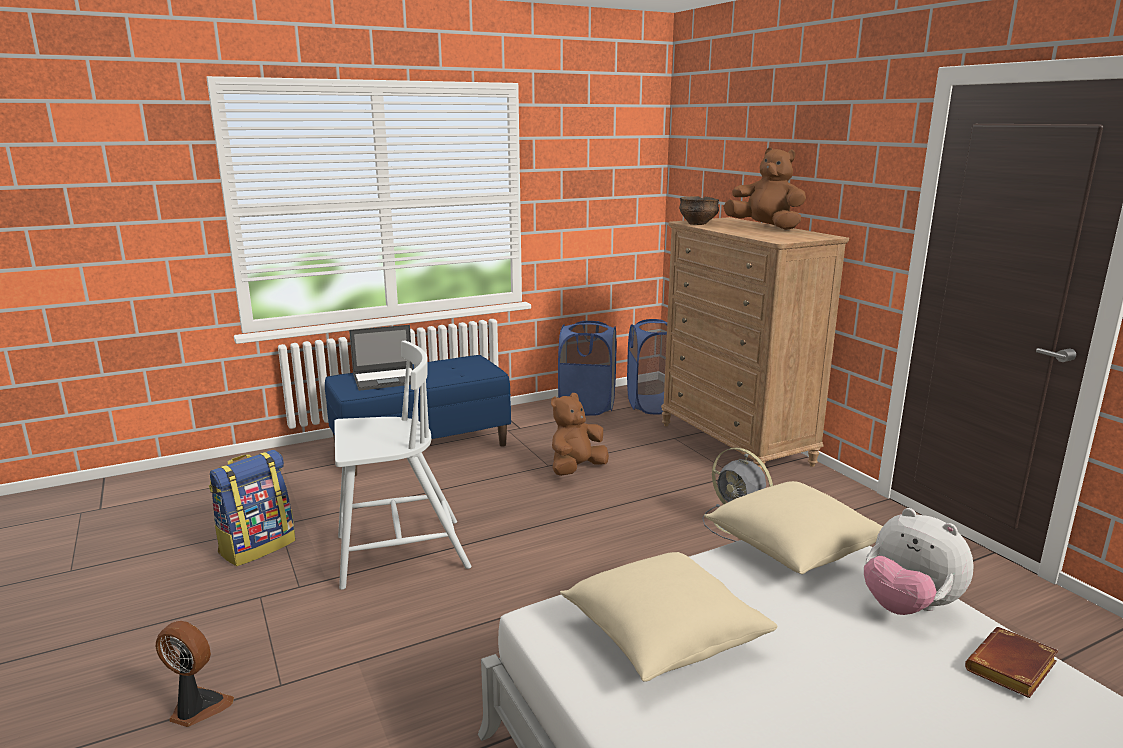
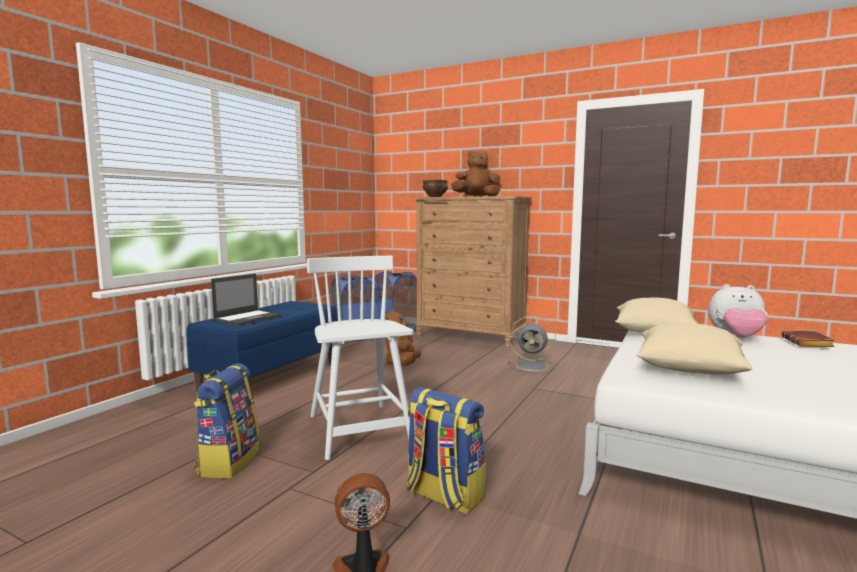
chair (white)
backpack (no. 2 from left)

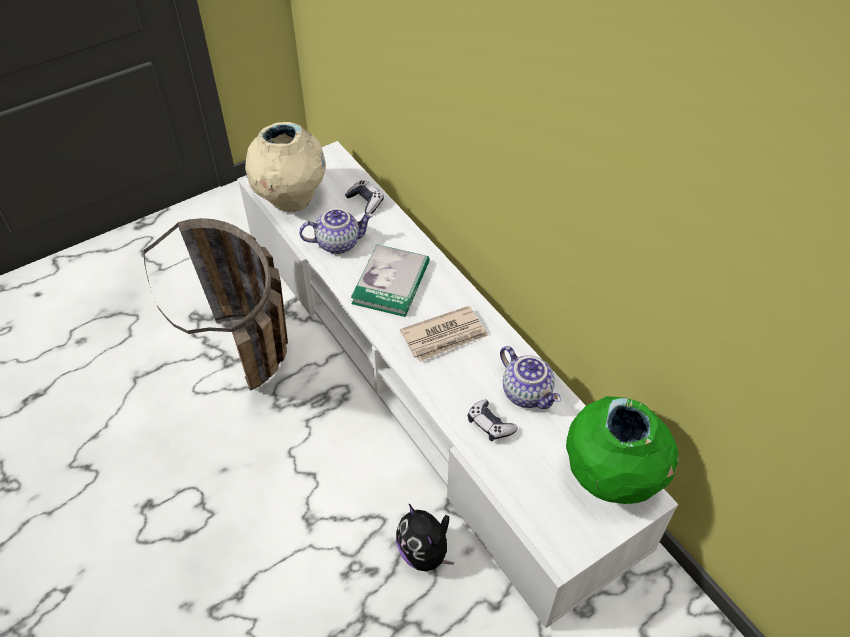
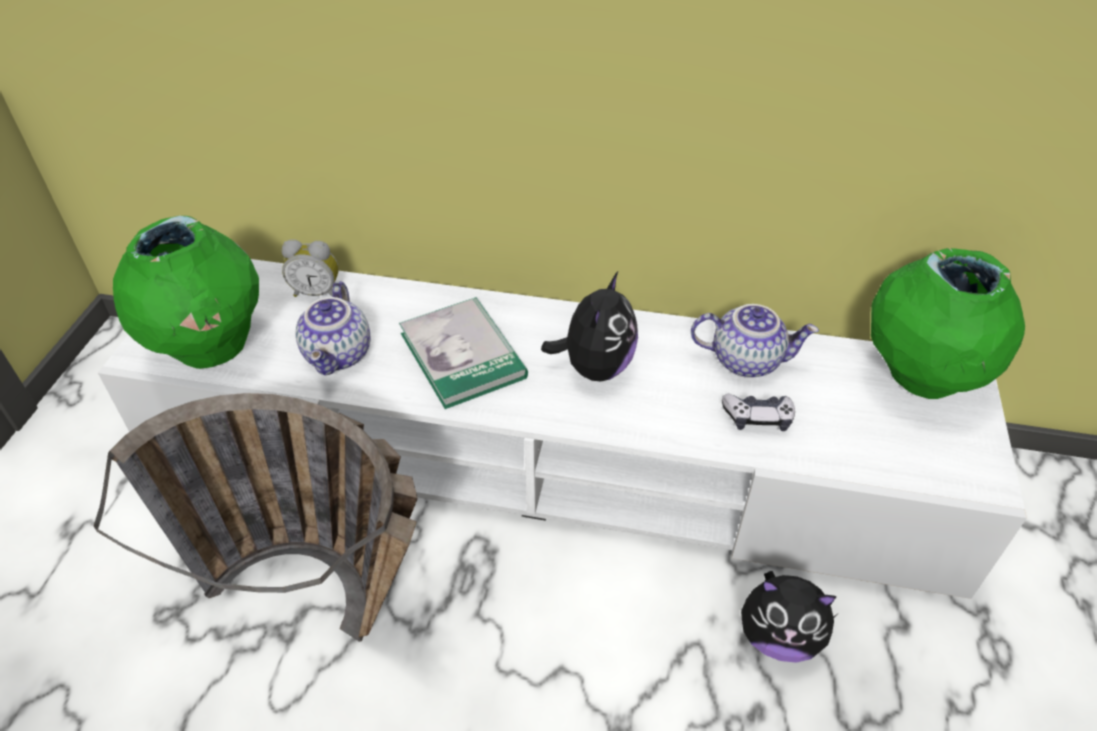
vase (green) (no. 1 from left)
teapot (no. 1 from left)
alarm clock
plush toy (no. 1 from left)

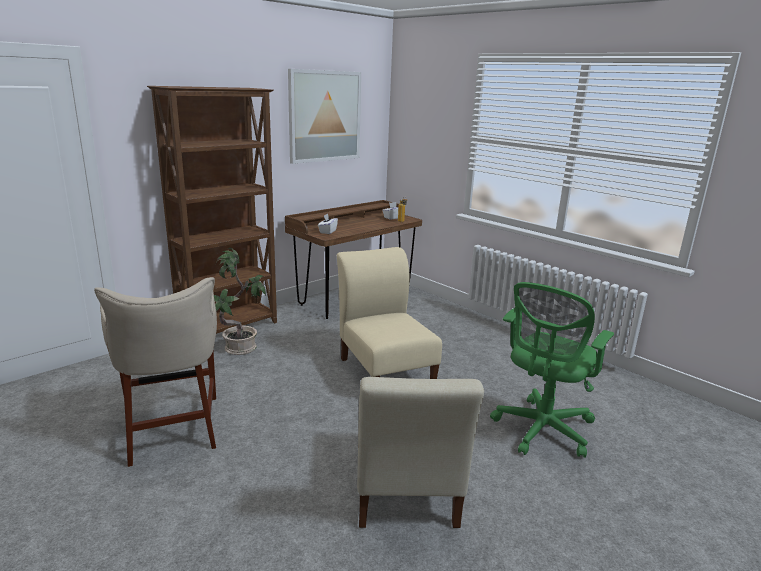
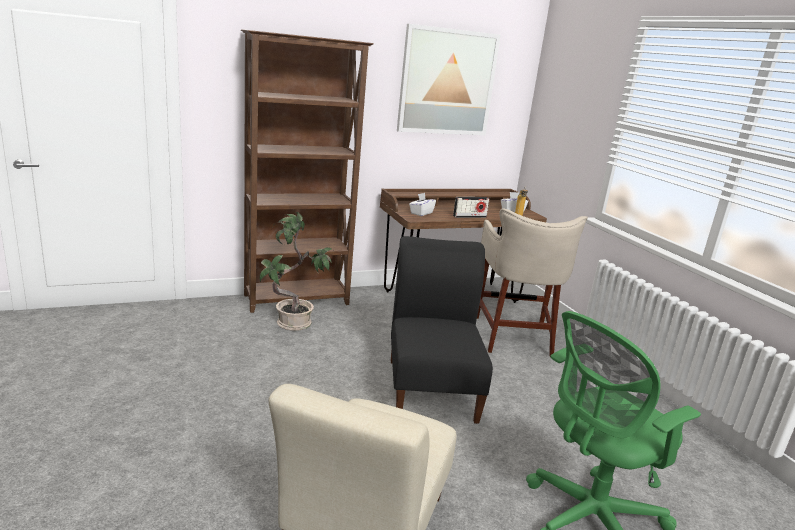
stool (beige)
chair (black)
radio

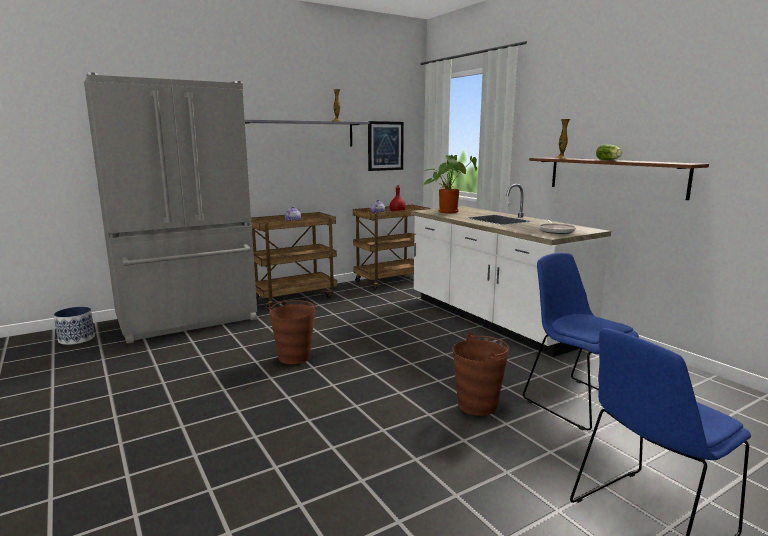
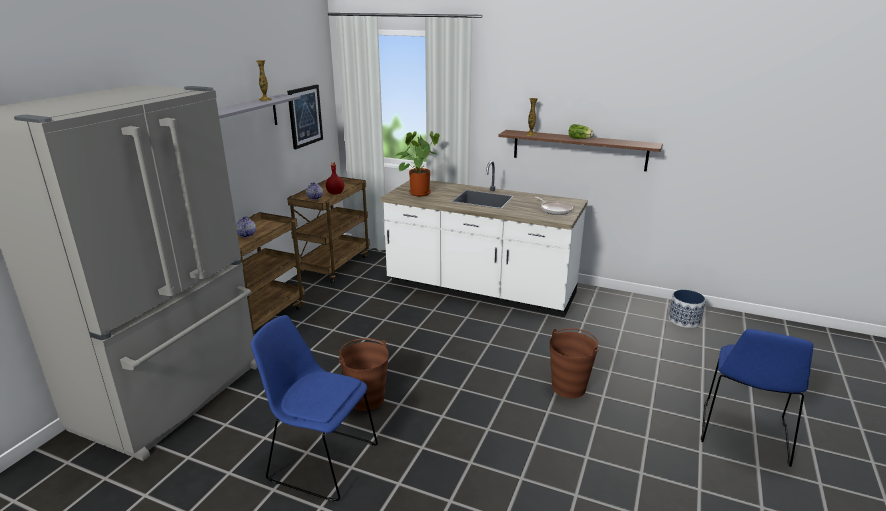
planter
chair (blue) (no. 1 from left)

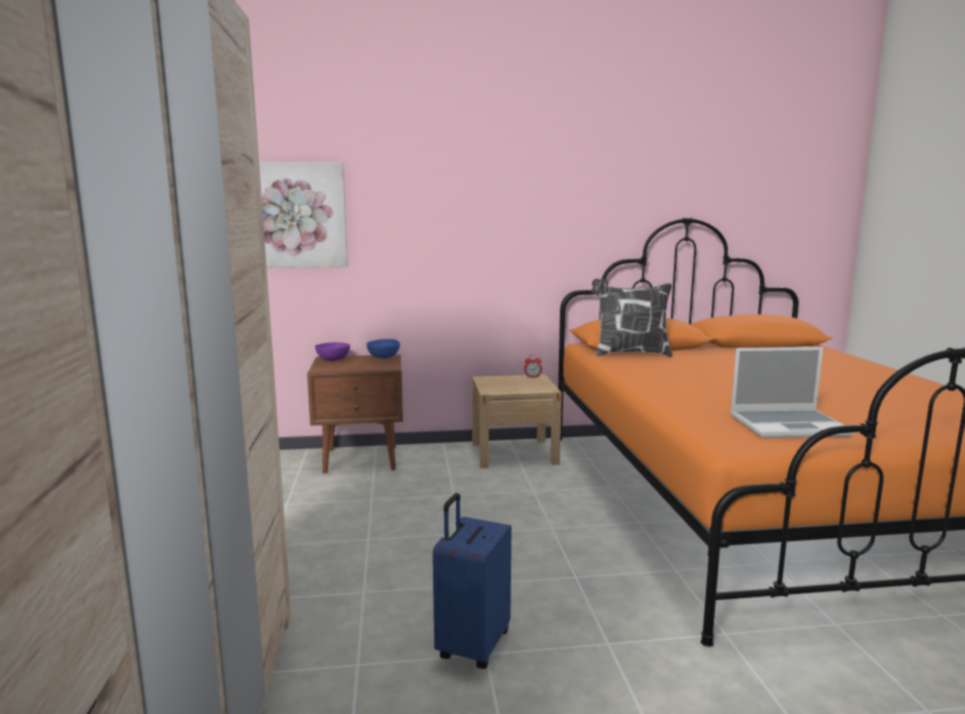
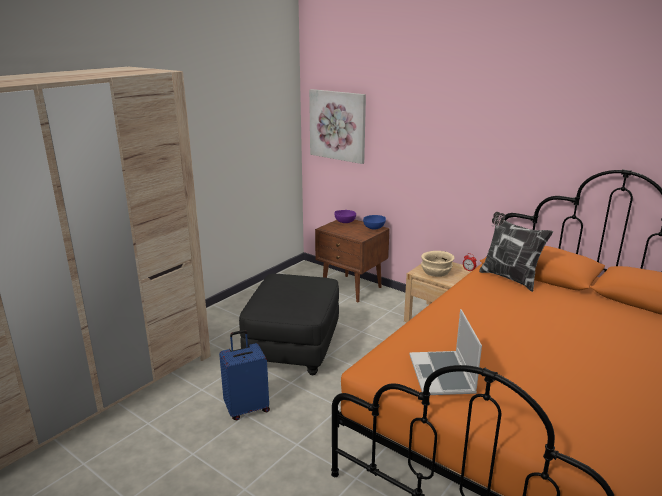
laptop
ottoman (black)
bowl (beige)

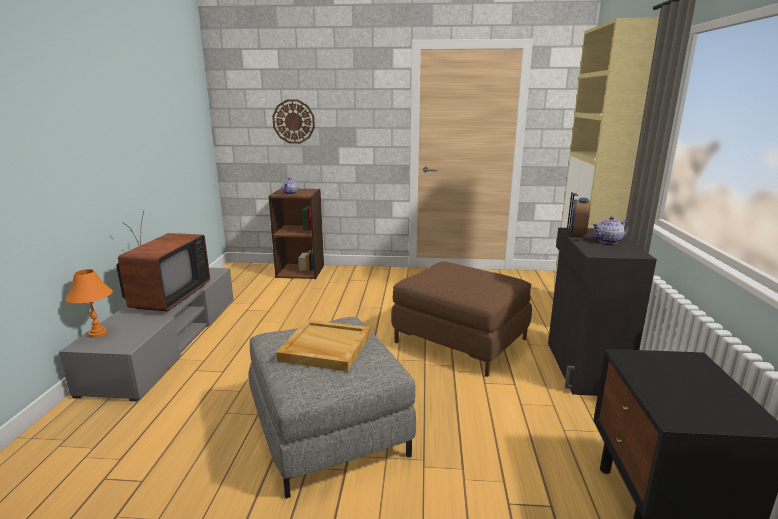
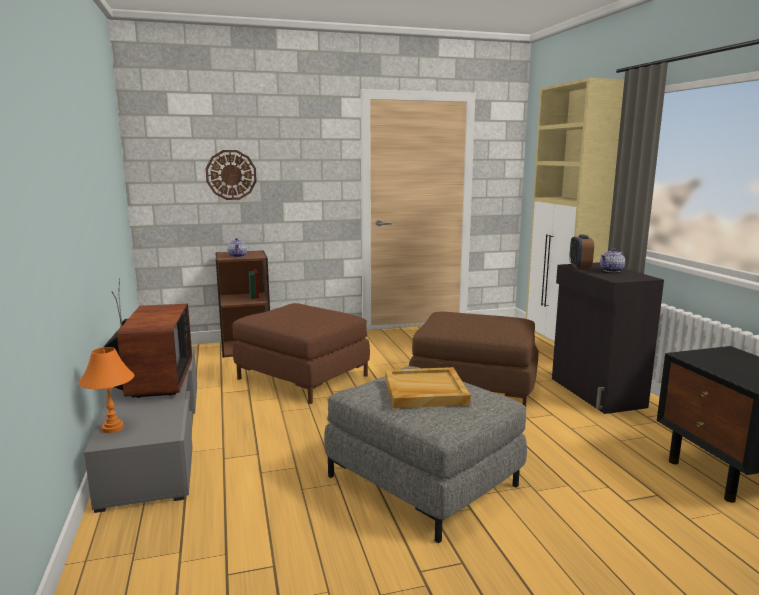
ottoman (brown) (no. 1 from left)

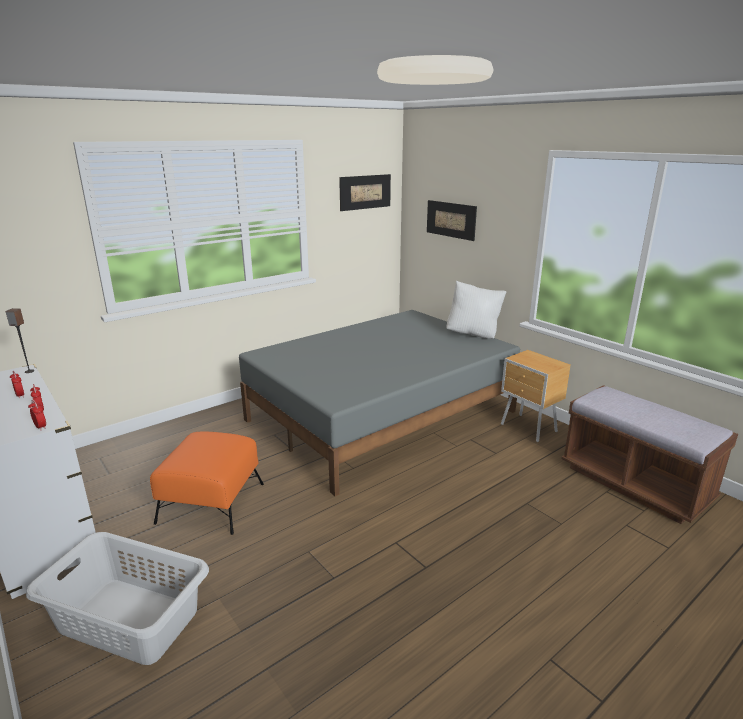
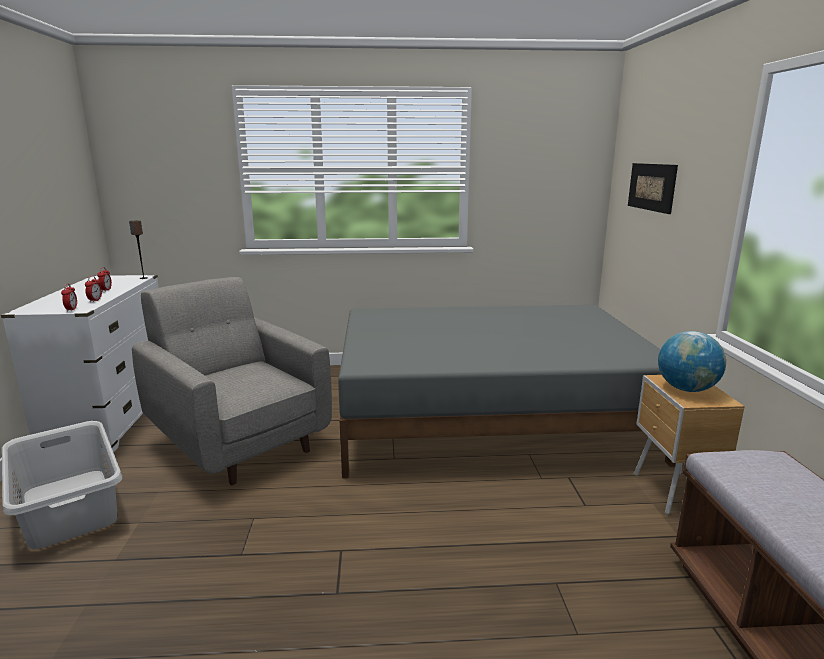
armchair (grey)
picture (no. 1 from left in the first image)
pillow (white)
globe

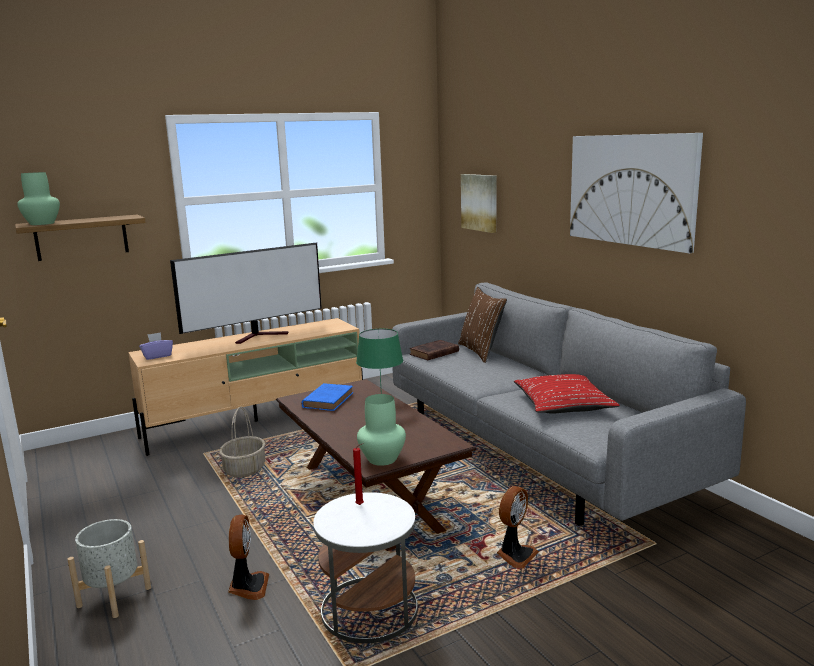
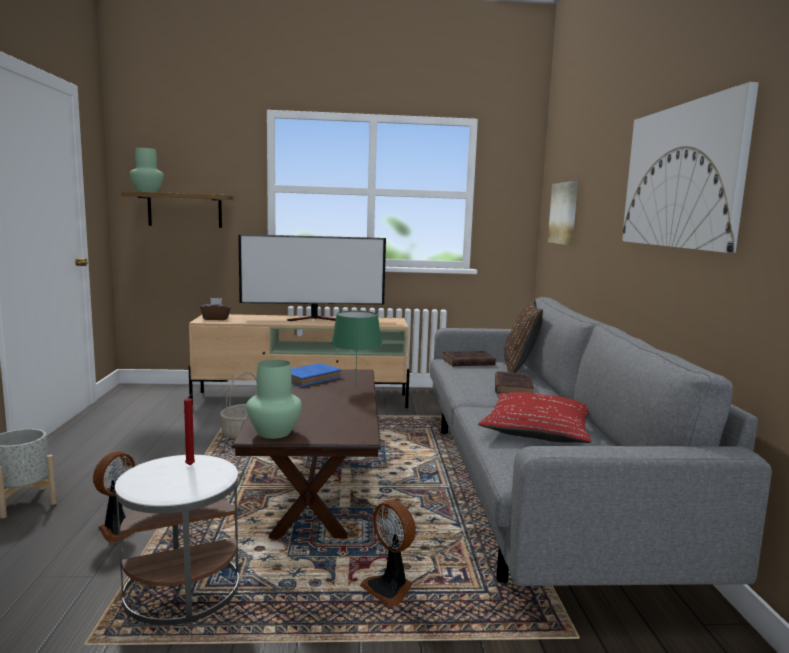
tissue box (brown)
fan (no. 2 from left)
book (brown) (no. 2 from left)

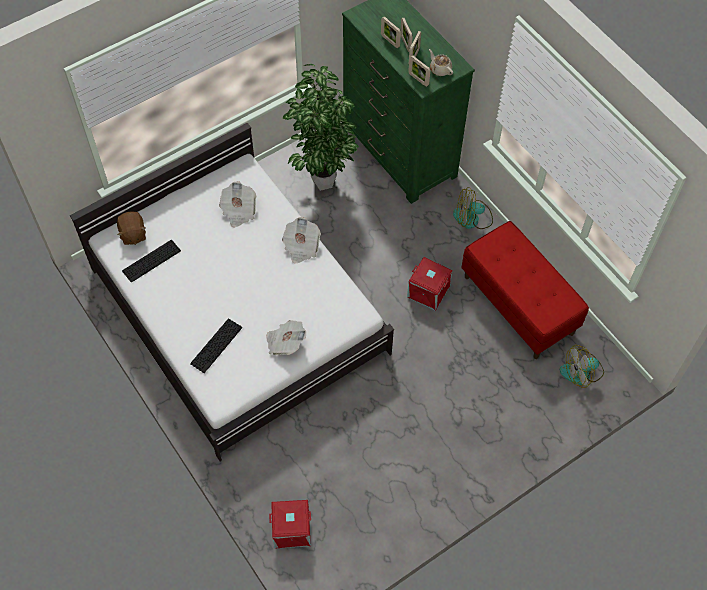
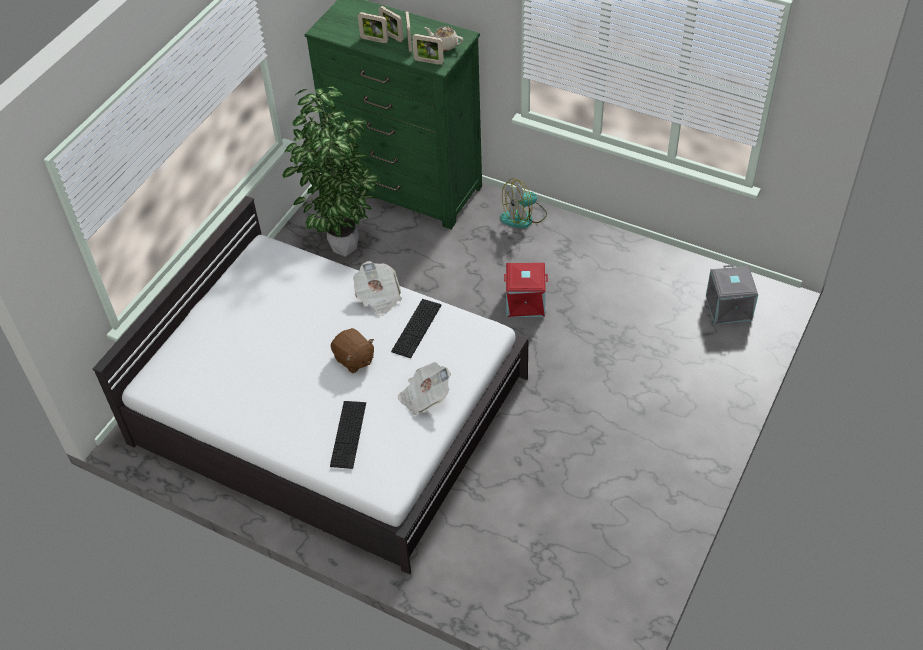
plush toy (brown)
keyboard (no. 2 from left)
newspaper (no. 1 from left in the first image)
storage box (red) (no. 1 from left in the first image)
bench (red)
storage box (grey)

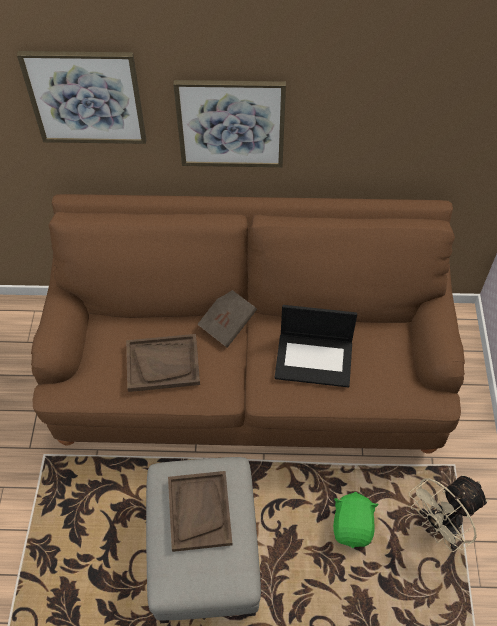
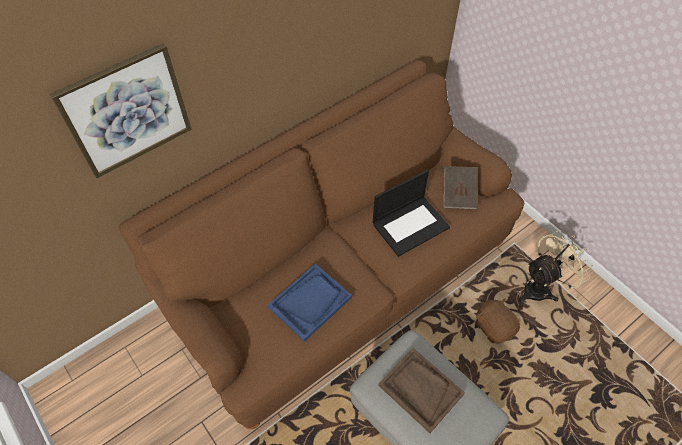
tray (blue)
picture (no. 2 from left in the first image)
book (brown)
plush toy (brown)
fan (beige)

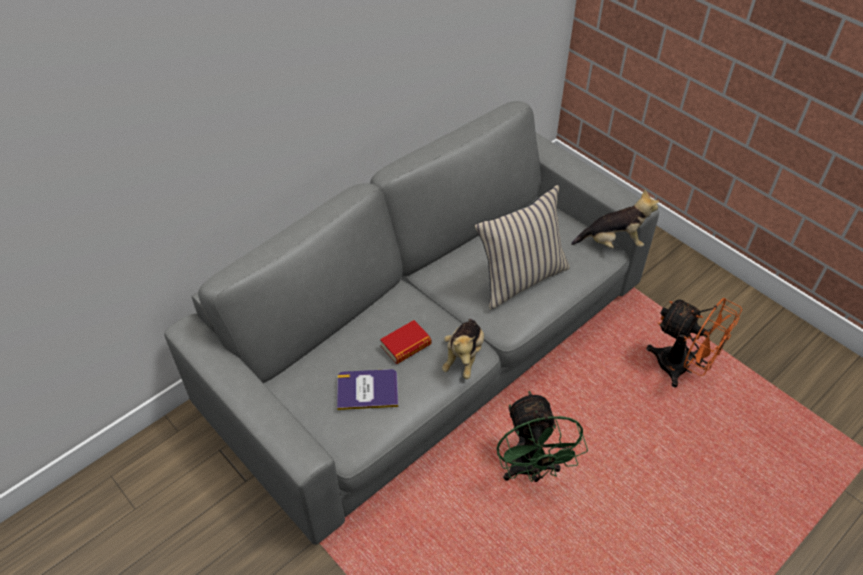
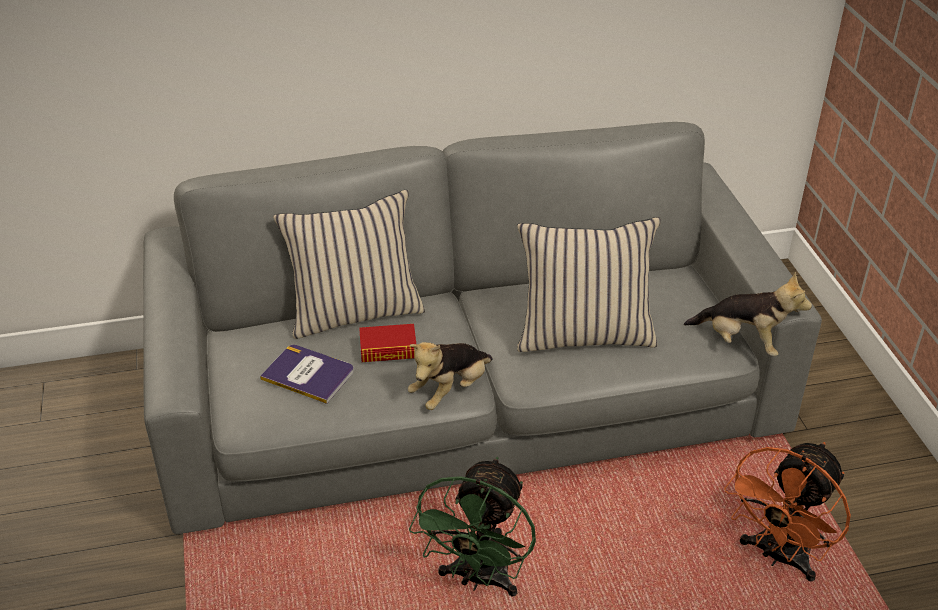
fan (orange)
pillow (beige) (no. 1 from left)

